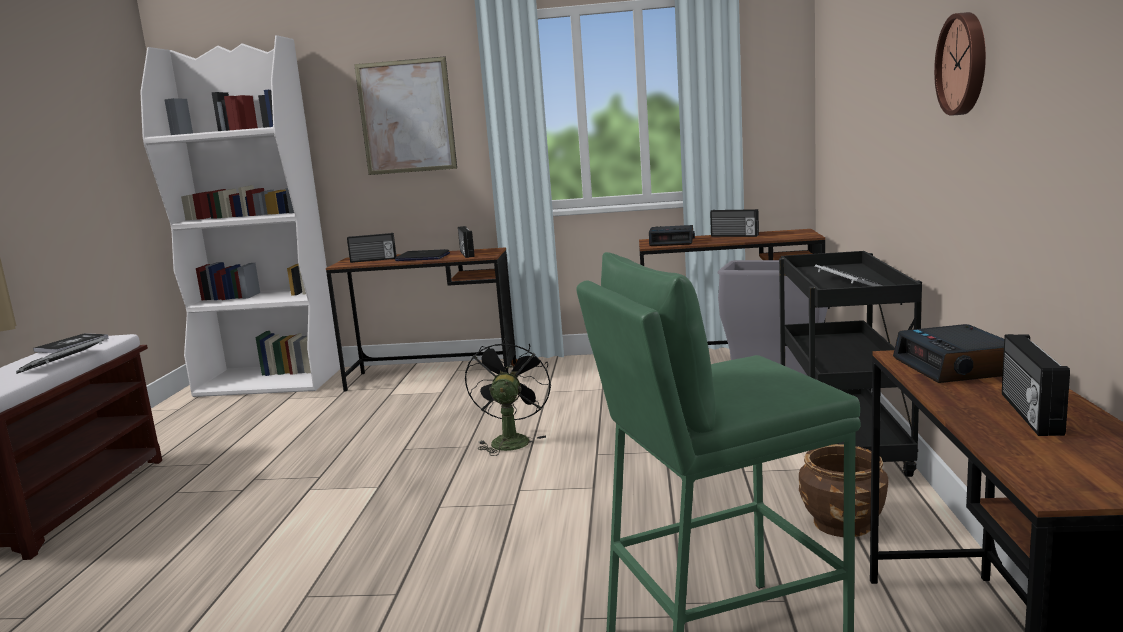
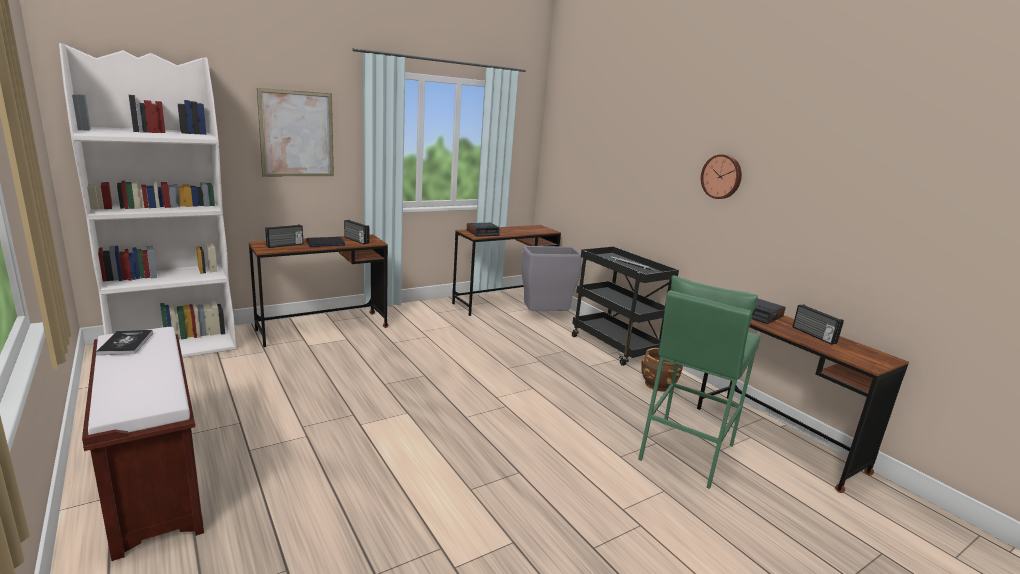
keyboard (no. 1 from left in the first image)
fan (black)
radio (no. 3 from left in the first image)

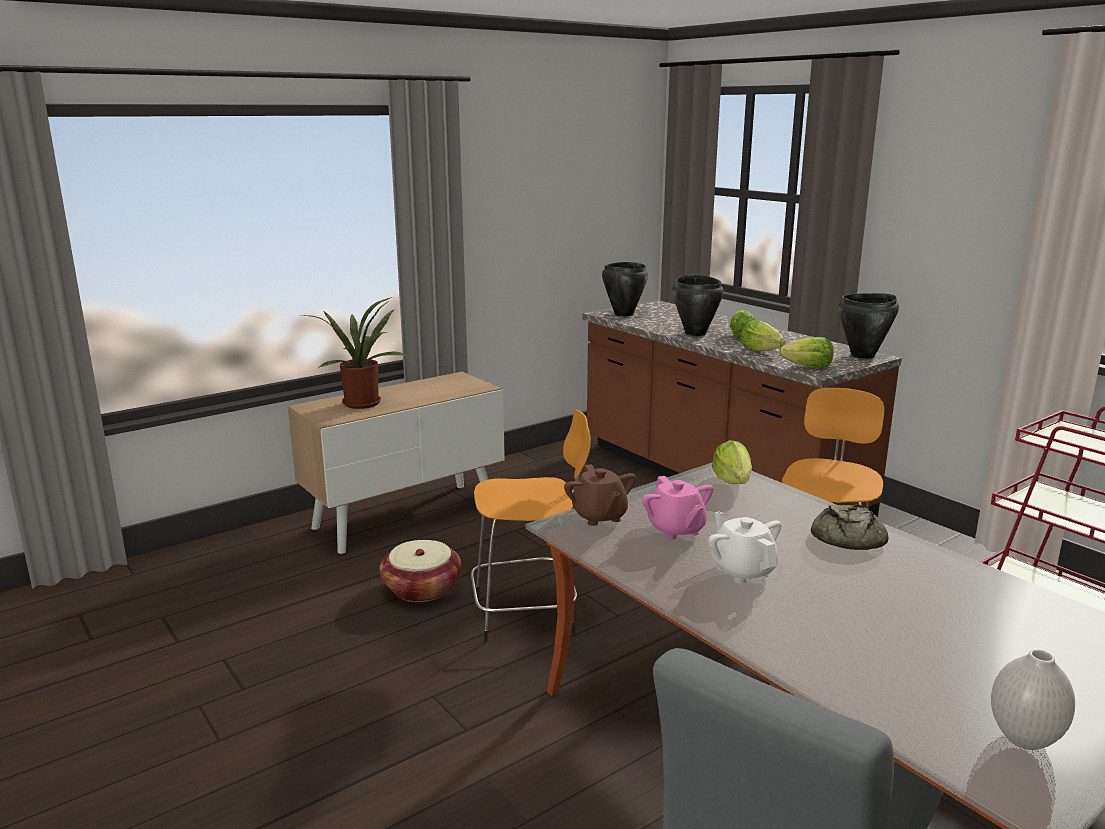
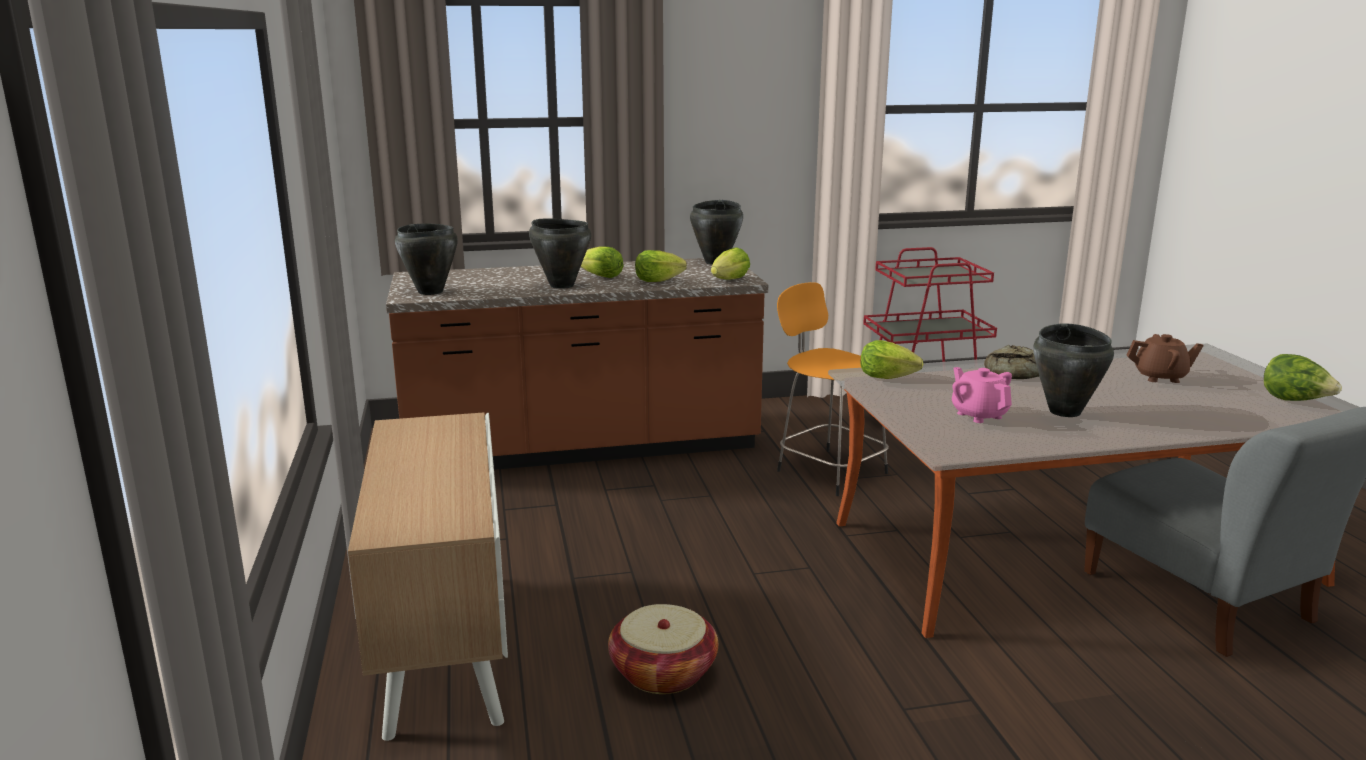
potted plant
stool (orange) (no. 1 from left in the first image)
teapot (brown)
teapot (pink)
cooking pot (black) (no. 4 from left)
lettuce (no. 5 from left)

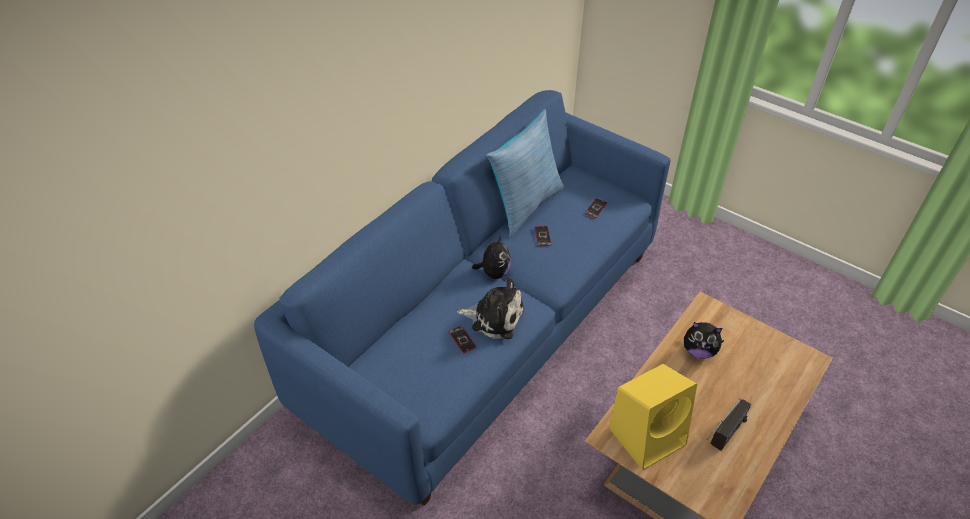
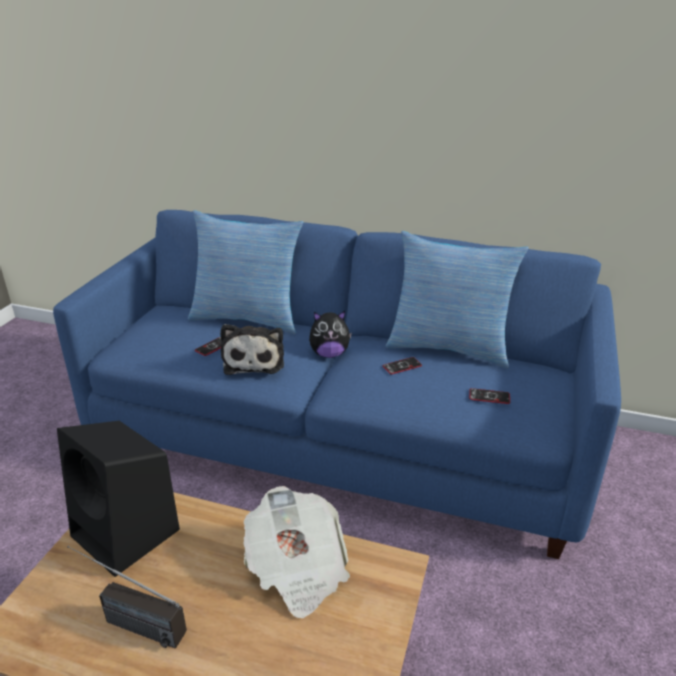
speaker (black)
newspaper
pillow (no. 1 from left)

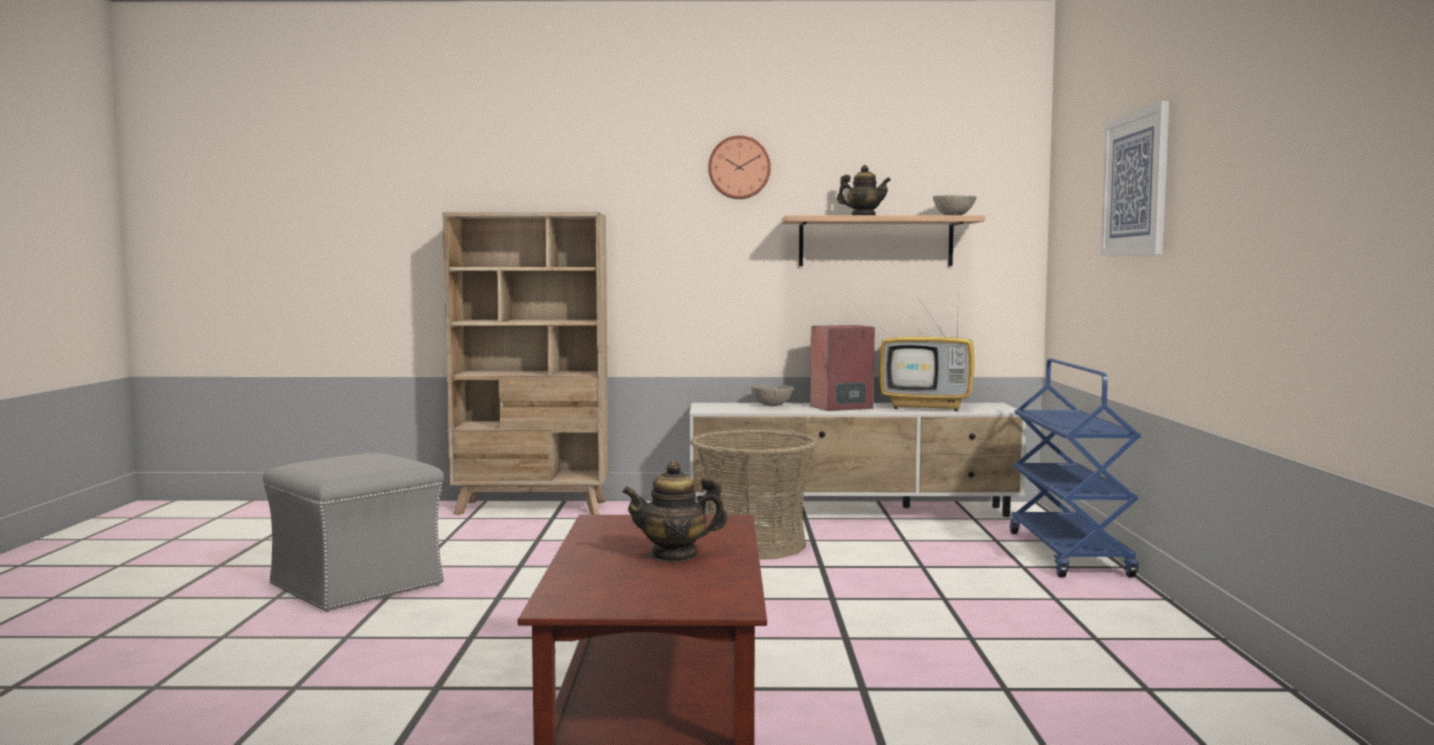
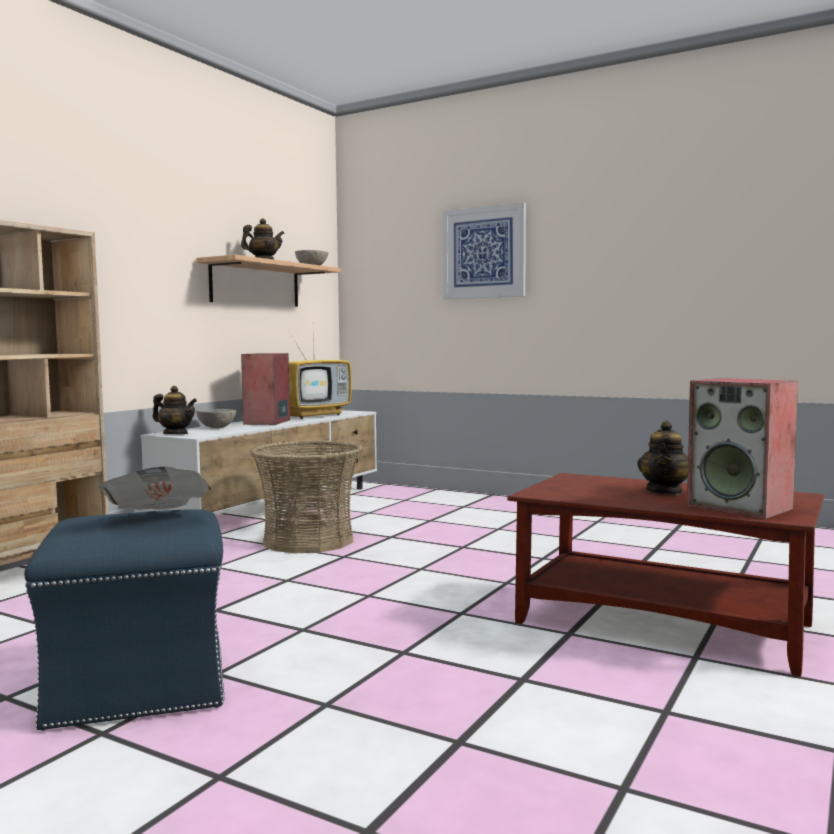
ottoman (blue)
wall clock
cart (blue)
newspaper
teapot (no. 1 from left)
speaker (no. 2 from left)

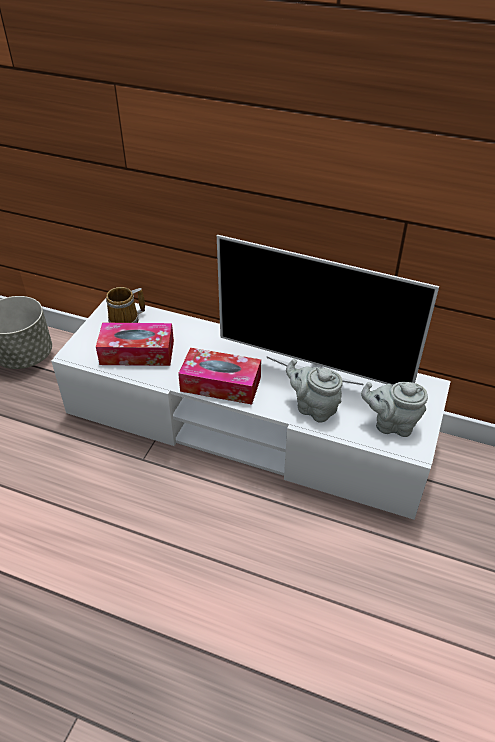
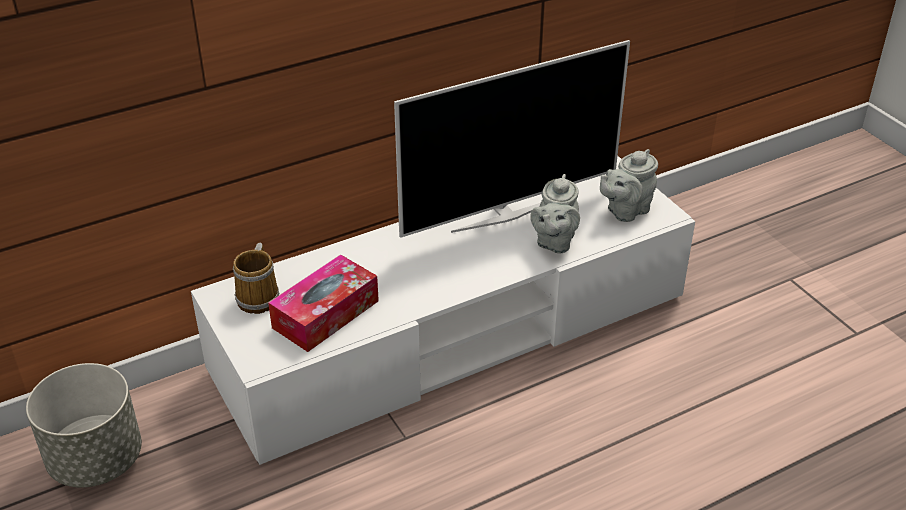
tissue box (no. 2 from left in the first image)
teapot (grey) (no. 1 from left)

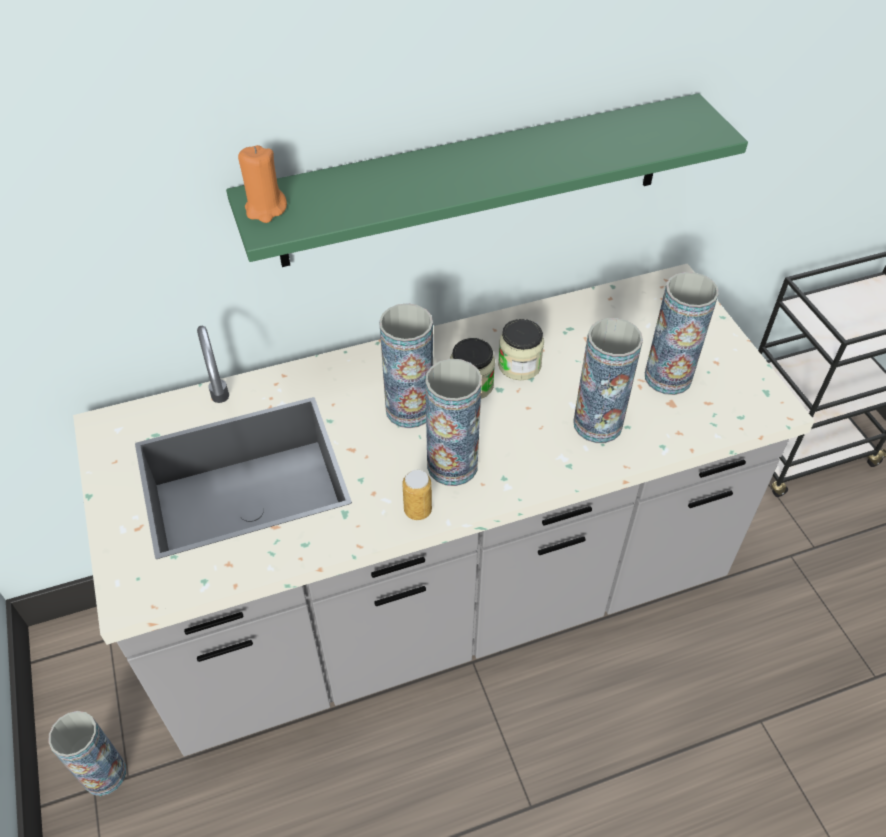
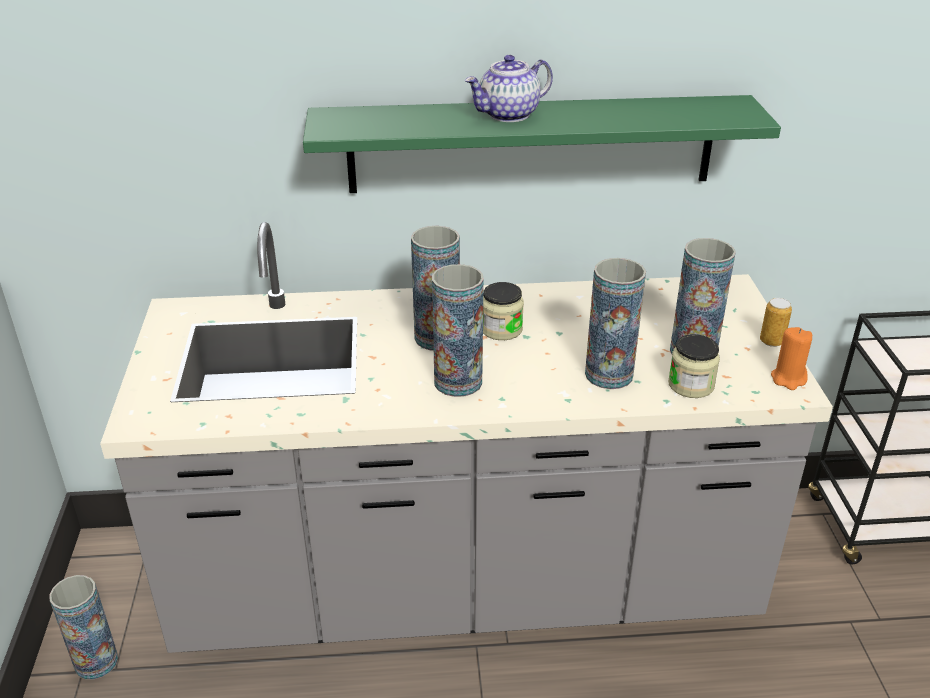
candle (orange)
can
jar (no. 2 from left)
teapot

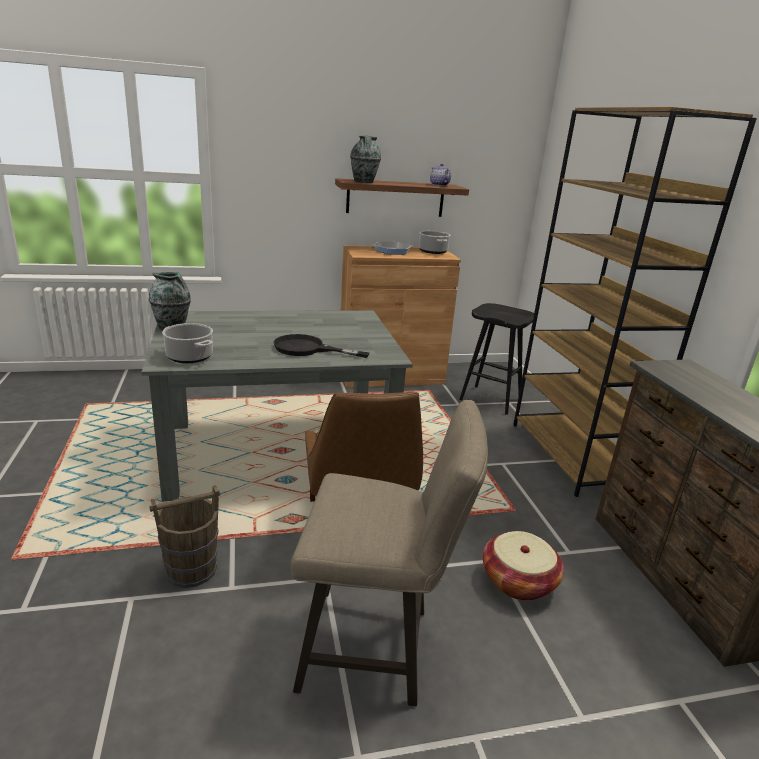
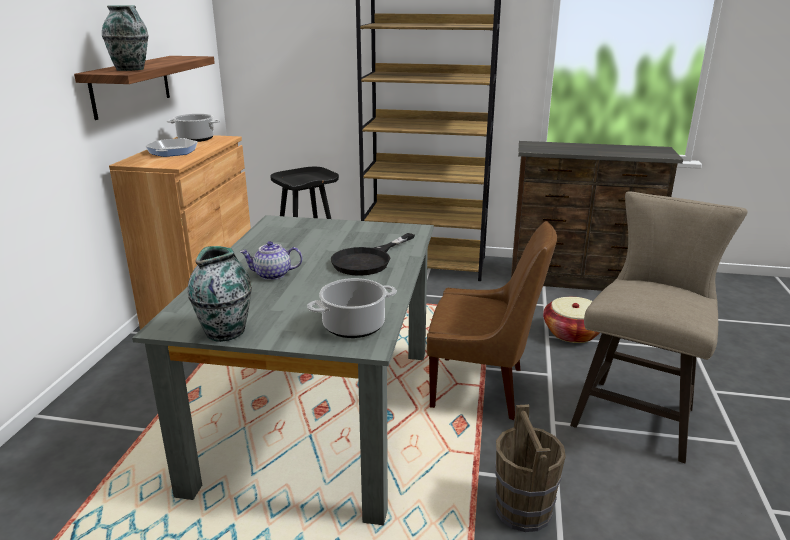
teapot

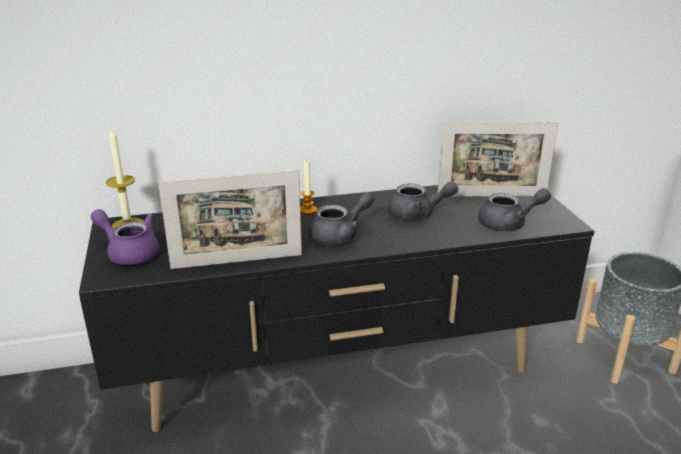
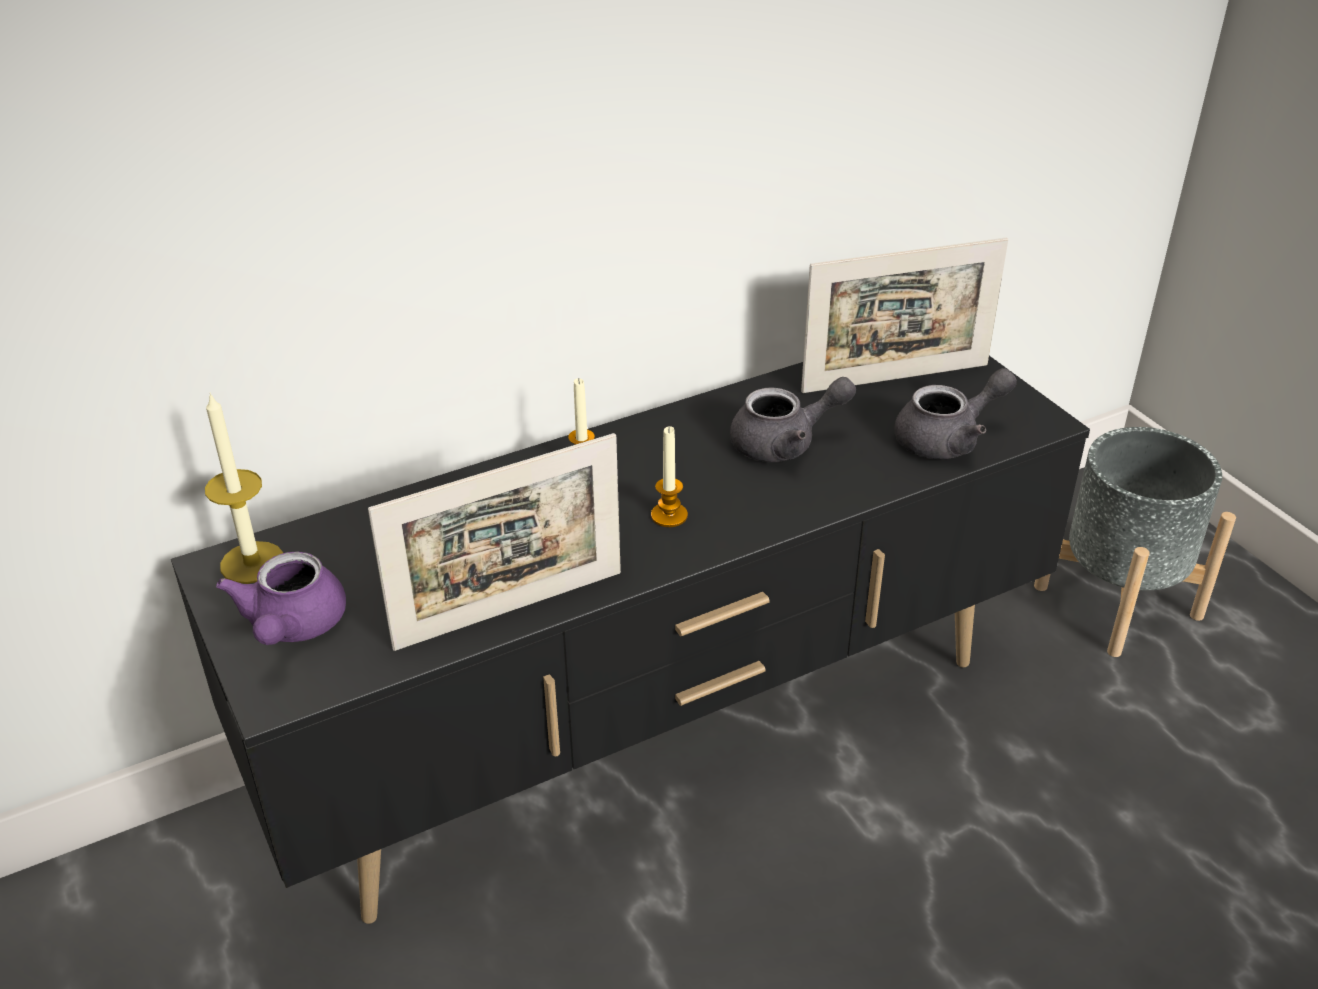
teapot (purple)
candle (no. 3 from left)

